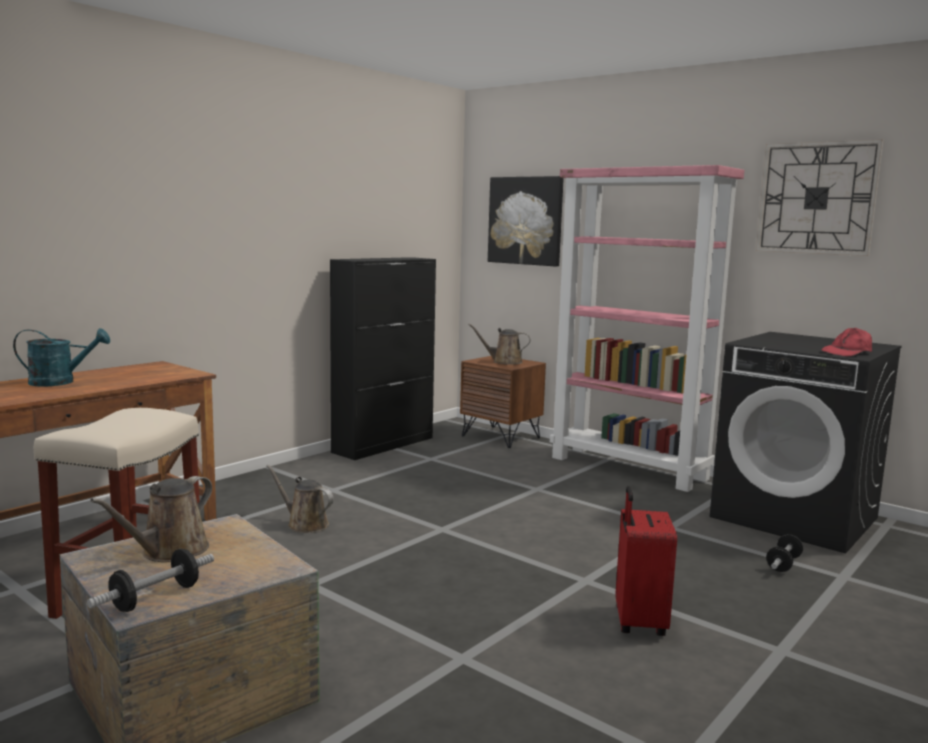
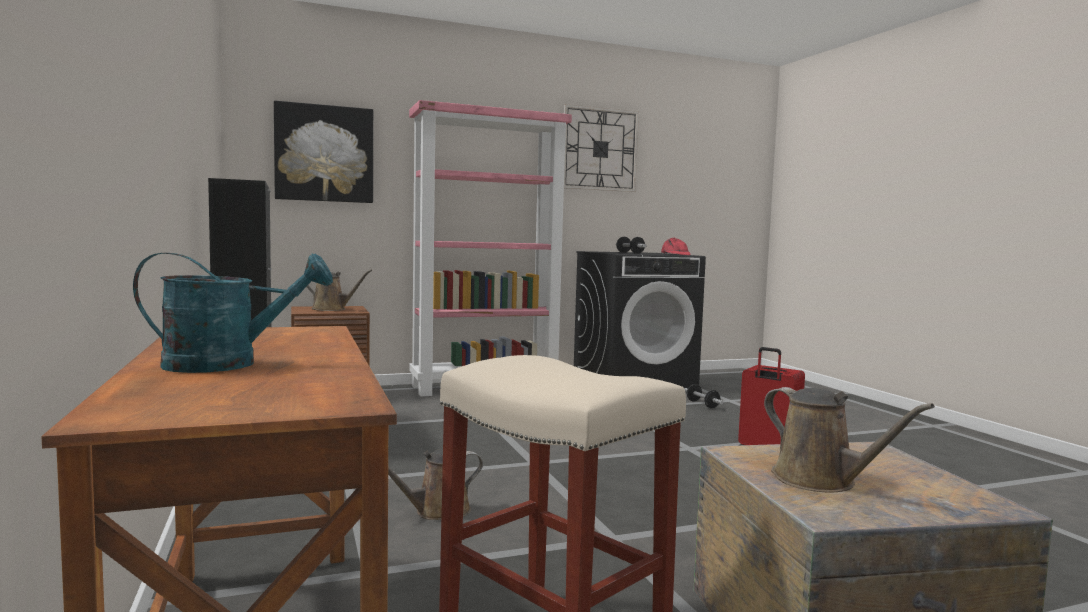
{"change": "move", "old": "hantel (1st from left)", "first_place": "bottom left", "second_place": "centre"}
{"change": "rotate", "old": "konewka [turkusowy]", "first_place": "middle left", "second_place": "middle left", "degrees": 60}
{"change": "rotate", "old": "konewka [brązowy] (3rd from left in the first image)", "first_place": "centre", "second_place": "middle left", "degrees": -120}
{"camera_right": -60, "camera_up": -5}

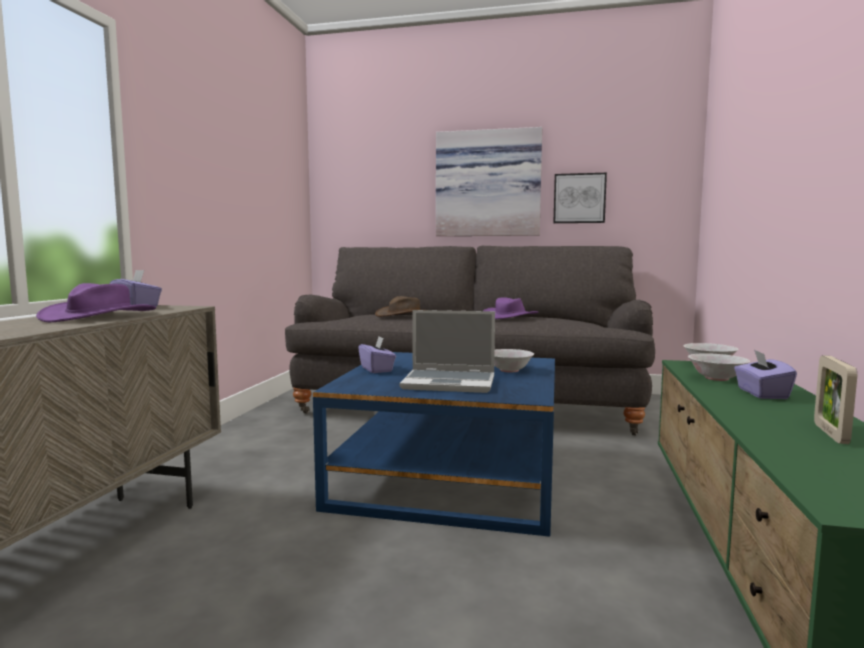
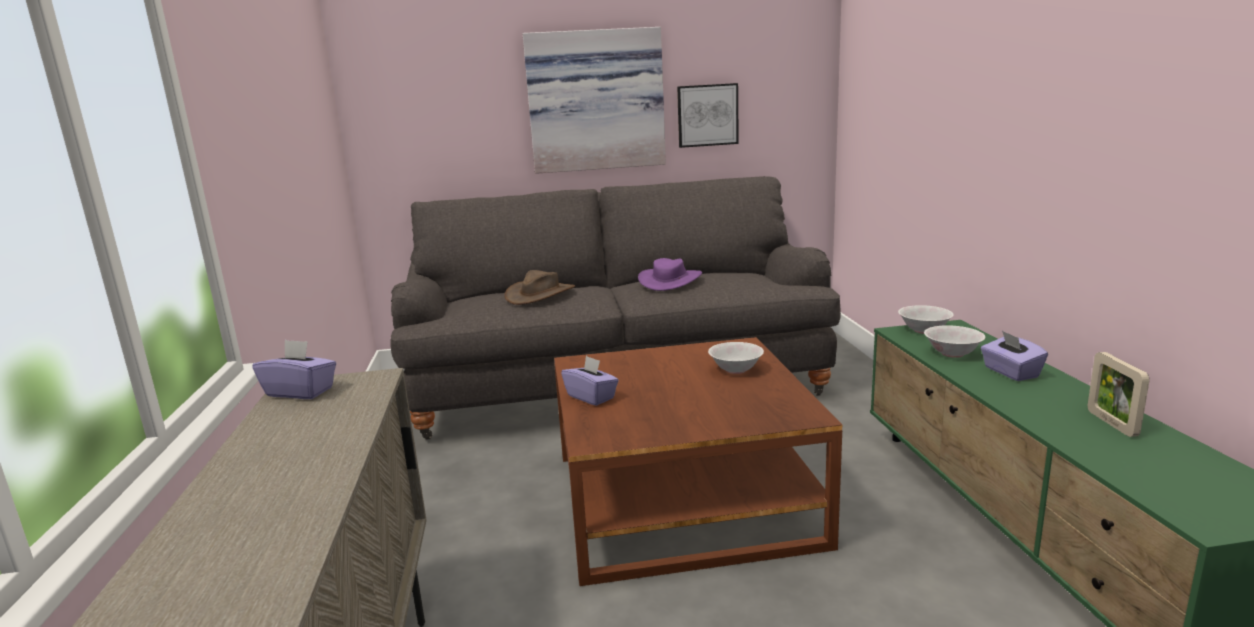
{"change": "delete", "old": "kapelusz [fioletowy] (1st from left)", "first_place": "middle left"}
{"change": "delete", "old": "laptop", "first_place": "centre"}
{"change": "recolor", "old": "ława [niebieski]", "new": "ława [brązowy]", "first_place": "bottom centre", "second_place": "bottom centre"}
{"camera_right": -20, "camera_up": 10}

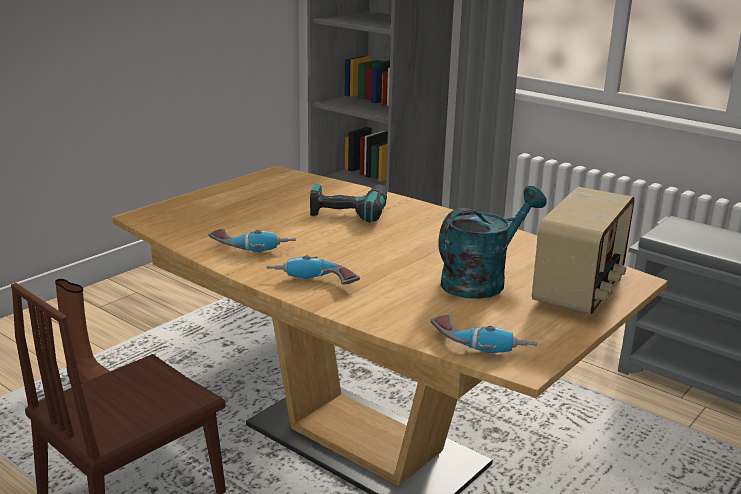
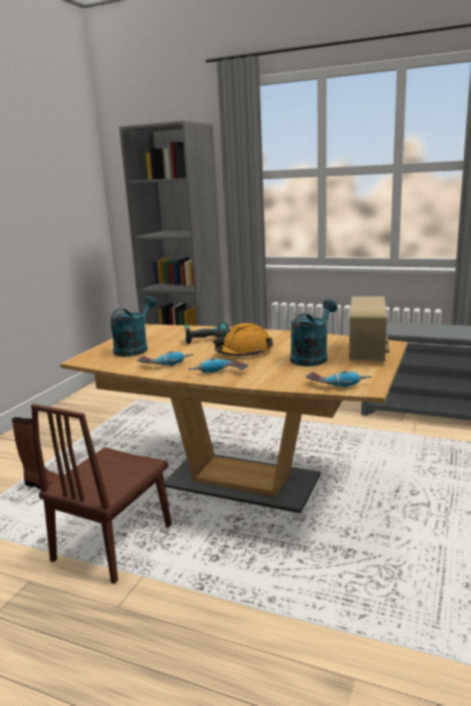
{"change": "insert", "new": "konewka [turkusowy] (1st from left)", "second_place": "middle left"}
{"change": "insert", "new": "kask [pomarańczowy]", "second_place": "centre"}
{"camera_right": -15, "camera_up": -5}

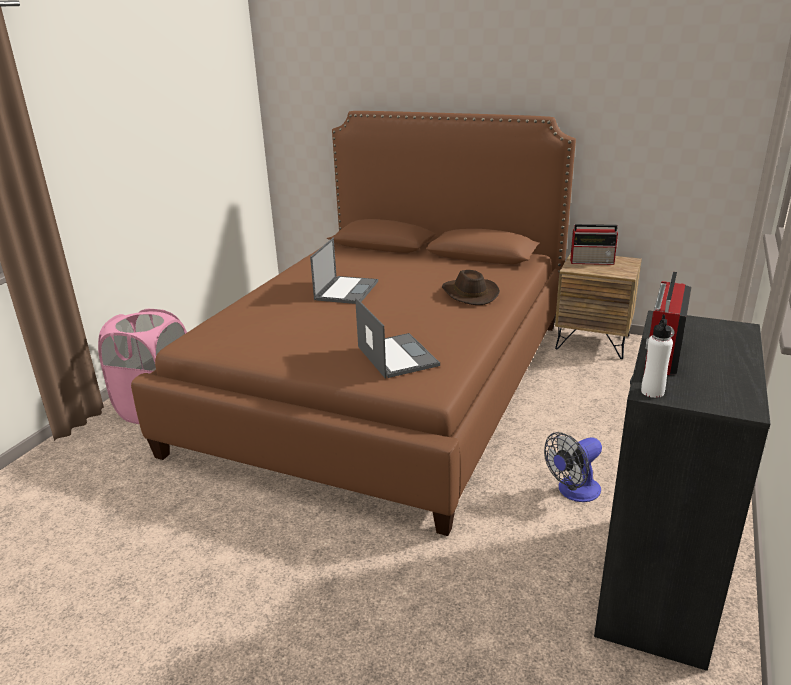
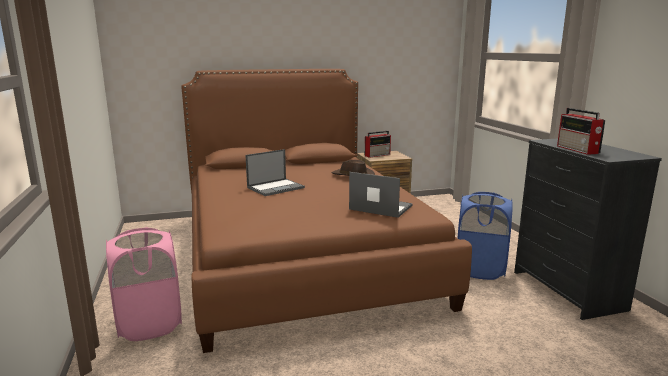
{"change": "delete", "old": "butelka [biały]", "first_place": "middle right"}
{"change": "replace", "old": "wentylator", "new": "kosz na pranie [niebieski]", "first_place": "bottom right", "second_place": "middle right"}
{"change": "rotate", "old": "laptop (1st from left)", "first_place": "centre", "second_place": "centre", "degrees": 75}
{"camera_right": -40, "camera_up": -10}

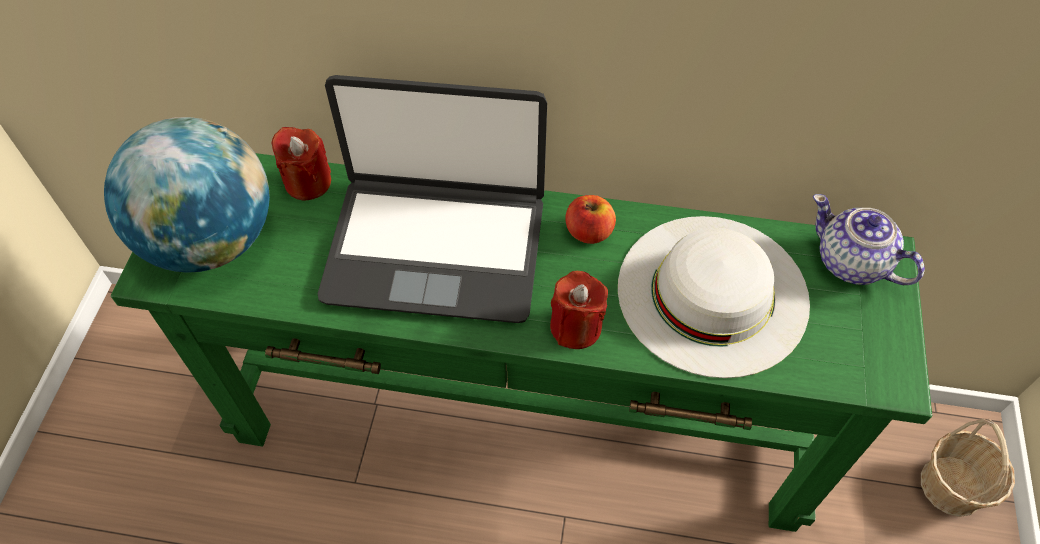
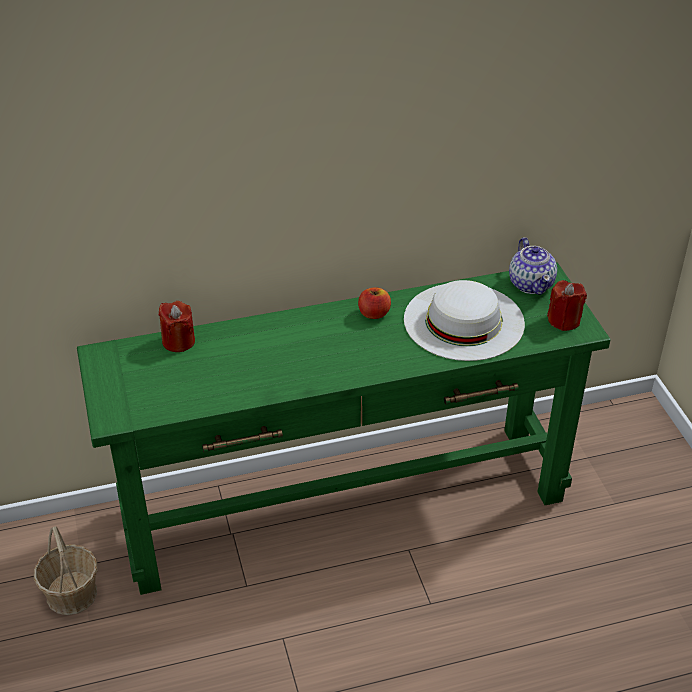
{"change": "delete", "old": "globus", "first_place": "middle left"}
{"change": "delete", "old": "laptop", "first_place": "centre"}
{"change": "move", "old": "świeca [czerwony] (2nd from left)", "first_place": "centre", "second_place": "middle right"}
{"change": "move", "old": "koszyk", "first_place": "bottom right", "second_place": "bottom left"}
{"change": "rotate", "old": "imbryk", "first_place": "middle right", "second_place": "middle right", "degrees": -120}
{"camera_right": -25, "camera_up": -15}

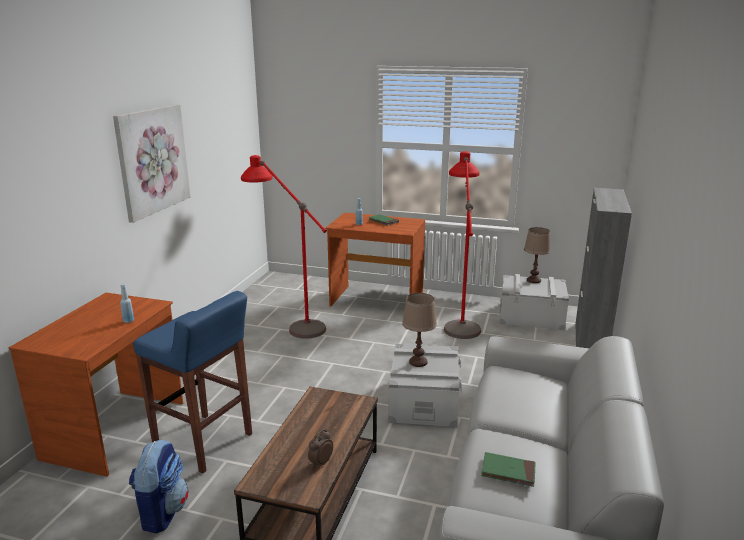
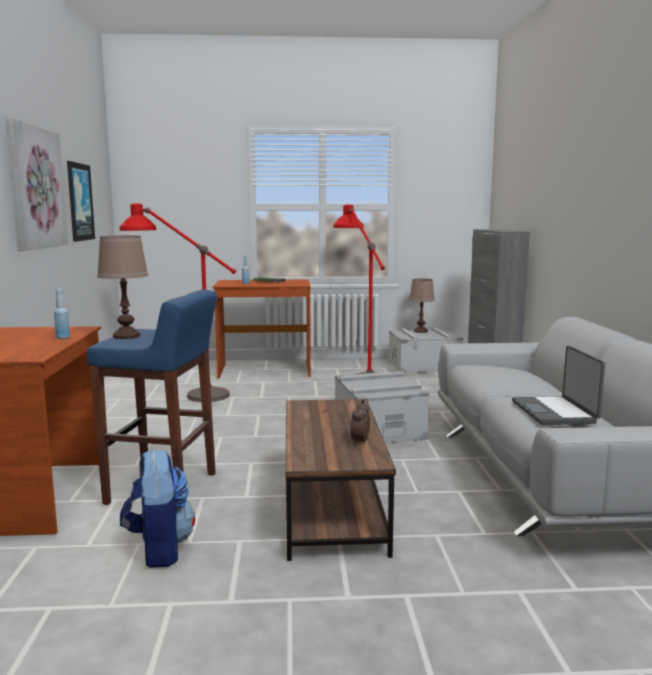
{"change": "insert", "new": "obraz (2nd from left)", "second_place": "top left"}
{"change": "move", "old": "lampa stołowa [brązowy] (1st from left)", "first_place": "centre", "second_place": "middle left"}
{"change": "replace", "old": "książka [zielony] (2nd from left)", "new": "laptop", "first_place": "bottom right", "second_place": "middle right"}
{"camera_right": -20, "camera_up": -10}

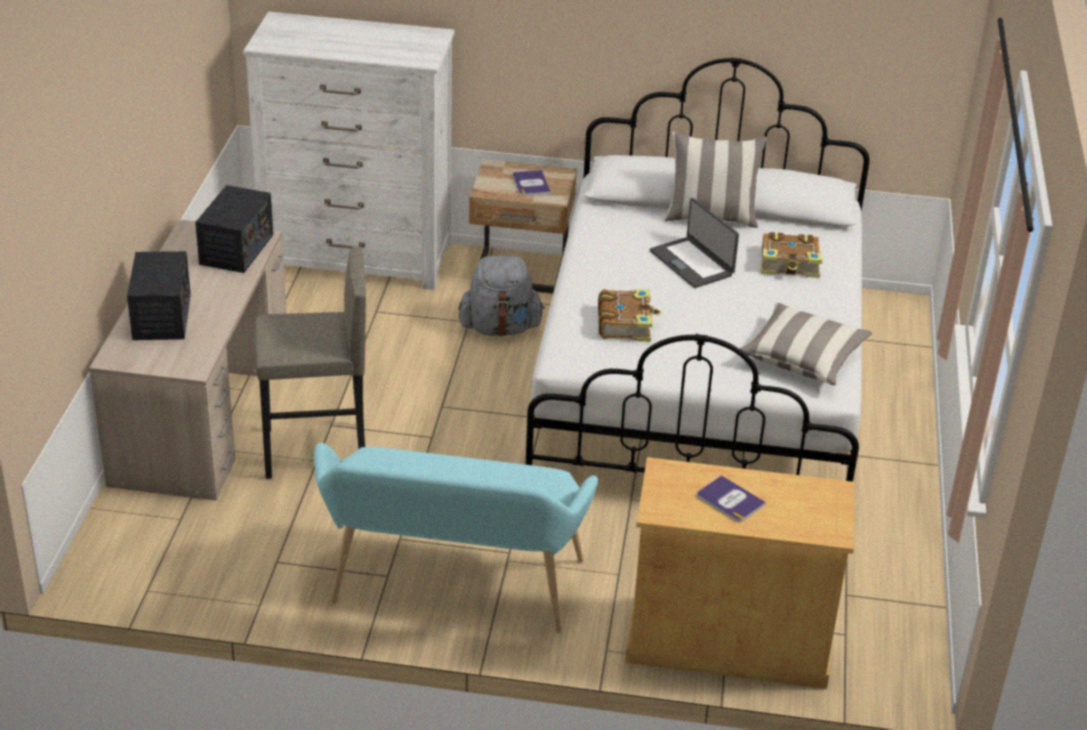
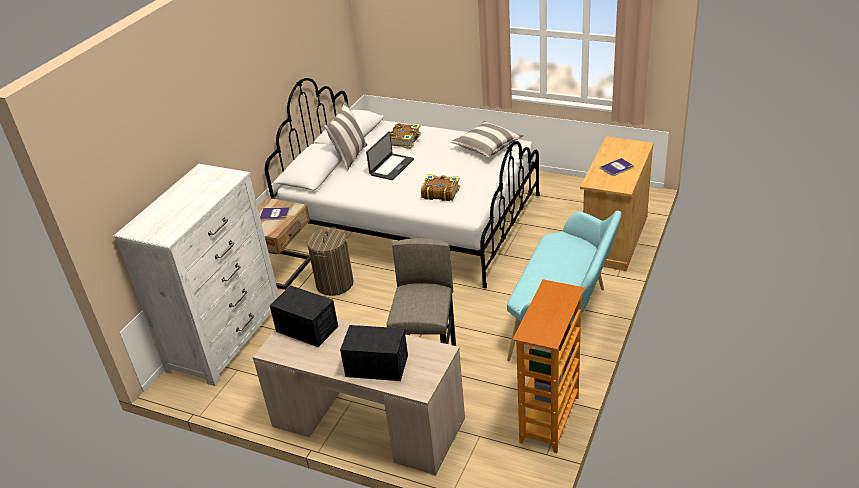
{"change": "insert", "new": "regał", "second_place": "bottom centre"}
{"change": "replace", "old": "plecak [szary]", "new": "kosz na pranie", "first_place": "centre", "second_place": "centre"}
{"change": "rotate", "old": "laptop", "first_place": "top centre", "second_place": "top centre", "degrees": -45}
{"camera_right": -70, "camera_up": 0}

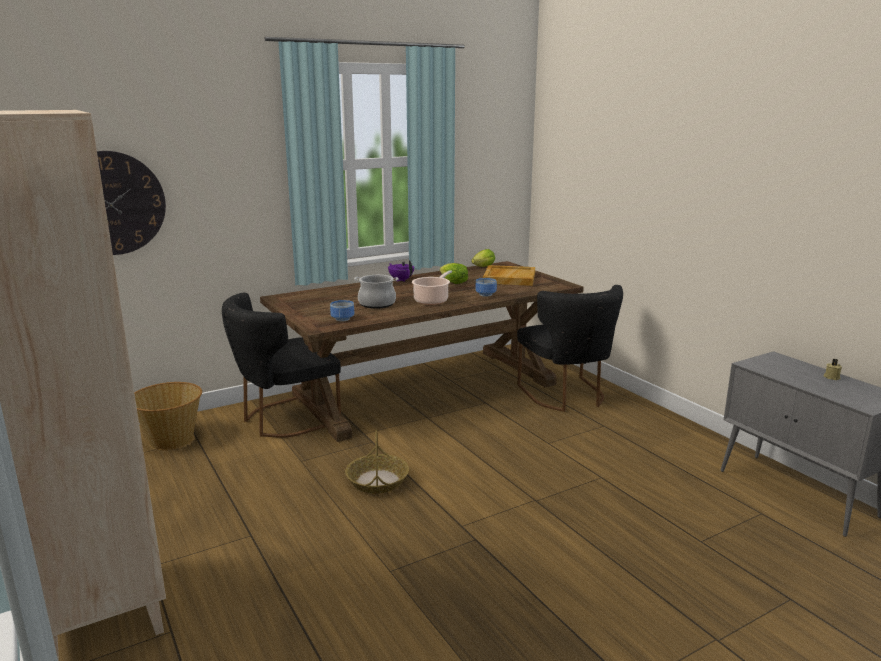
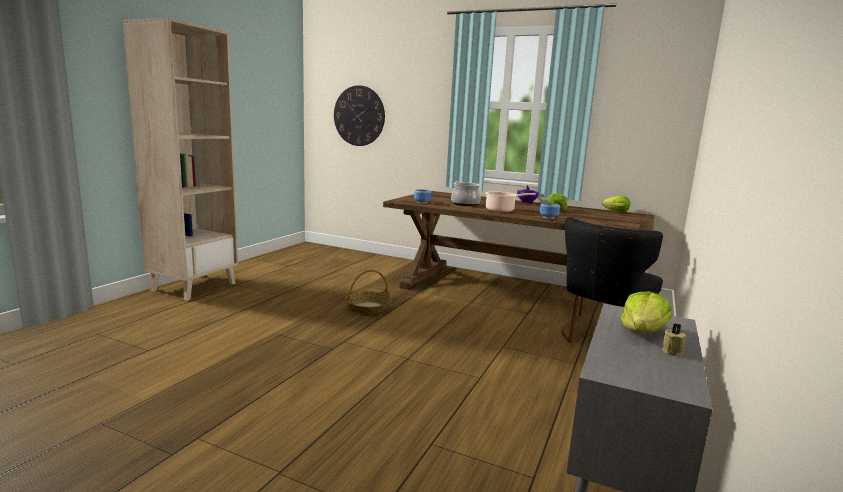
{"change": "delete", "old": "koszyk (1st from left)", "first_place": "middle left"}
{"change": "delete", "old": "krzesło [czarny] (1st from left)", "first_place": "middle left"}
{"change": "delete", "old": "taca [beżowy]", "first_place": "centre"}
{"change": "insert", "new": "sałata (3rd from left)", "second_place": "middle right"}
{"camera_right": 55, "camera_up": -5}

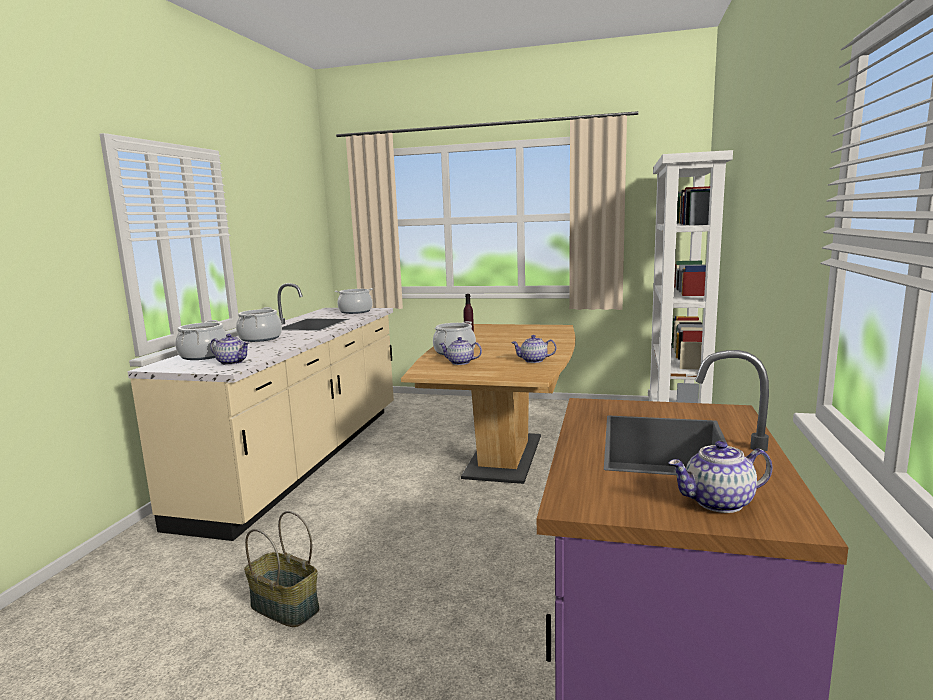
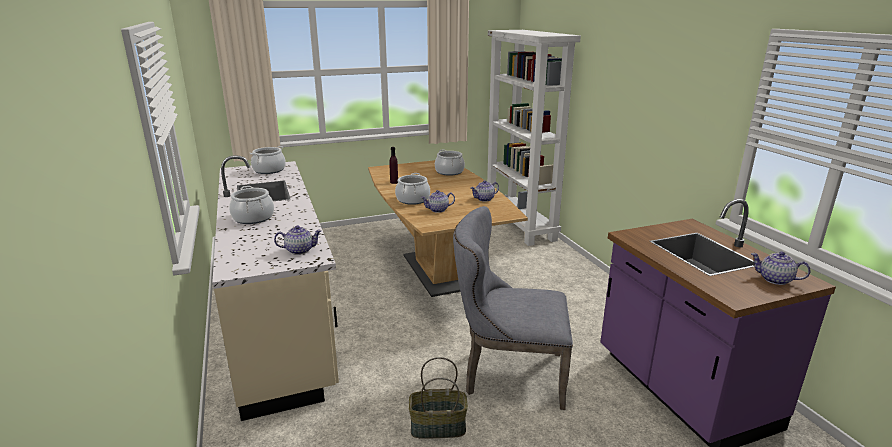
{"change": "insert", "new": "krzesło [szary]", "second_place": "bottom centre"}
{"change": "move", "old": "garnek (1st from left in the first image)", "new": "garnek (4th from left)", "first_place": "middle left", "second_place": "centre"}
{"change": "rotate", "old": "imbryk (4th from left)", "first_place": "bottom right", "second_place": "middle right", "degrees": 75}
{"camera_right": -35, "camera_up": 10}

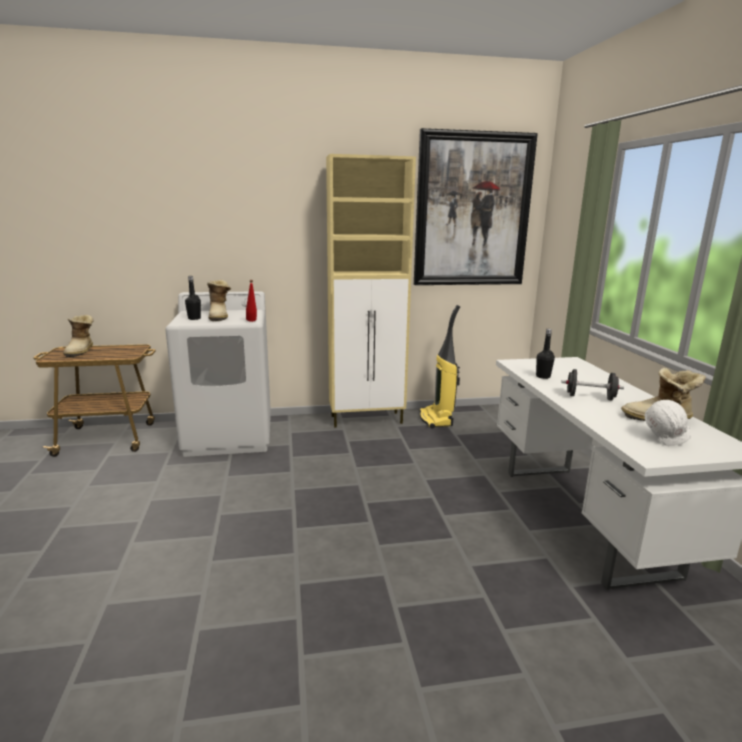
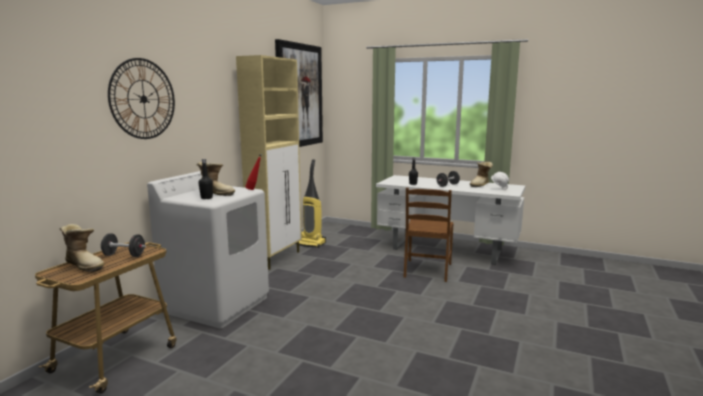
{"change": "insert", "new": "hantel [czarny] (1st from left)", "second_place": "middle left"}
{"change": "insert", "new": "zegar ścienny", "second_place": "top left"}
{"change": "insert", "new": "krzesło [brązowy]", "second_place": "centre"}
{"camera_right": -55, "camera_up": -5}

